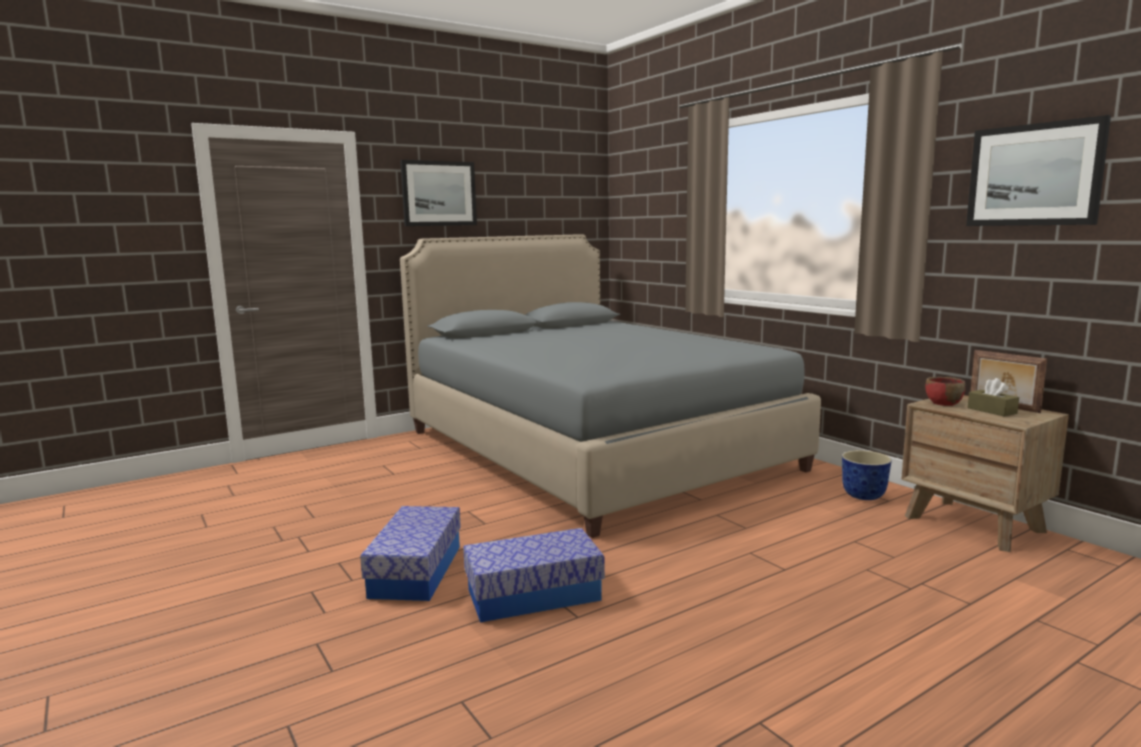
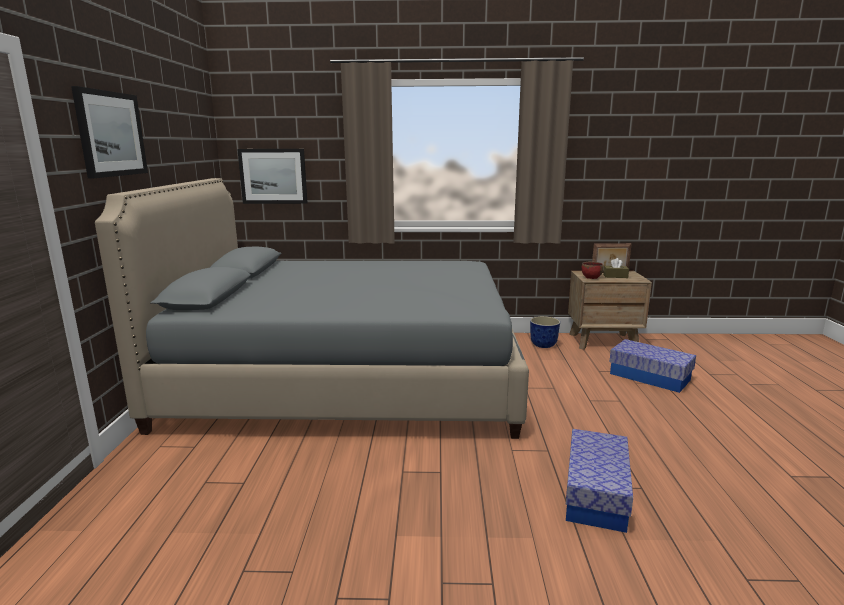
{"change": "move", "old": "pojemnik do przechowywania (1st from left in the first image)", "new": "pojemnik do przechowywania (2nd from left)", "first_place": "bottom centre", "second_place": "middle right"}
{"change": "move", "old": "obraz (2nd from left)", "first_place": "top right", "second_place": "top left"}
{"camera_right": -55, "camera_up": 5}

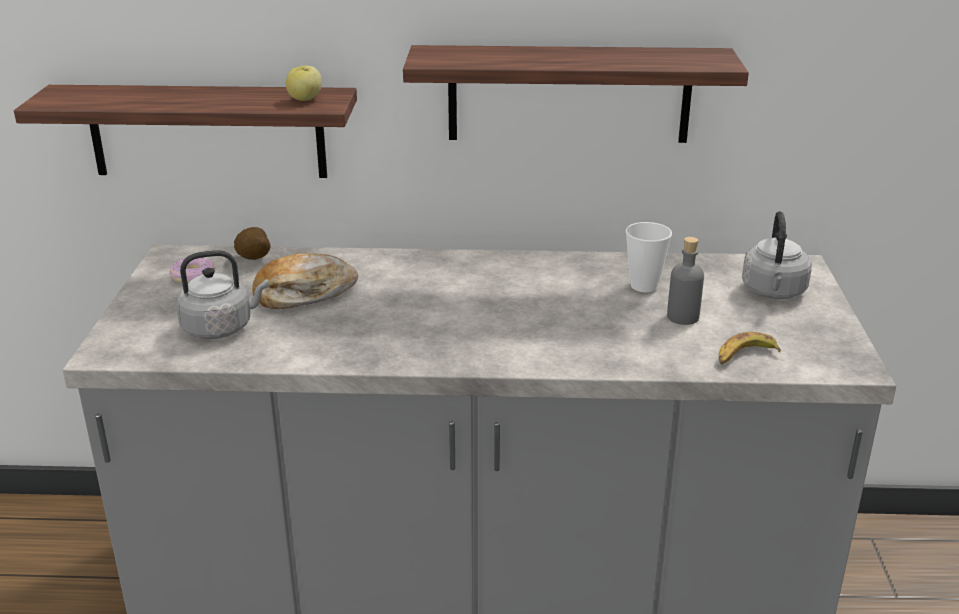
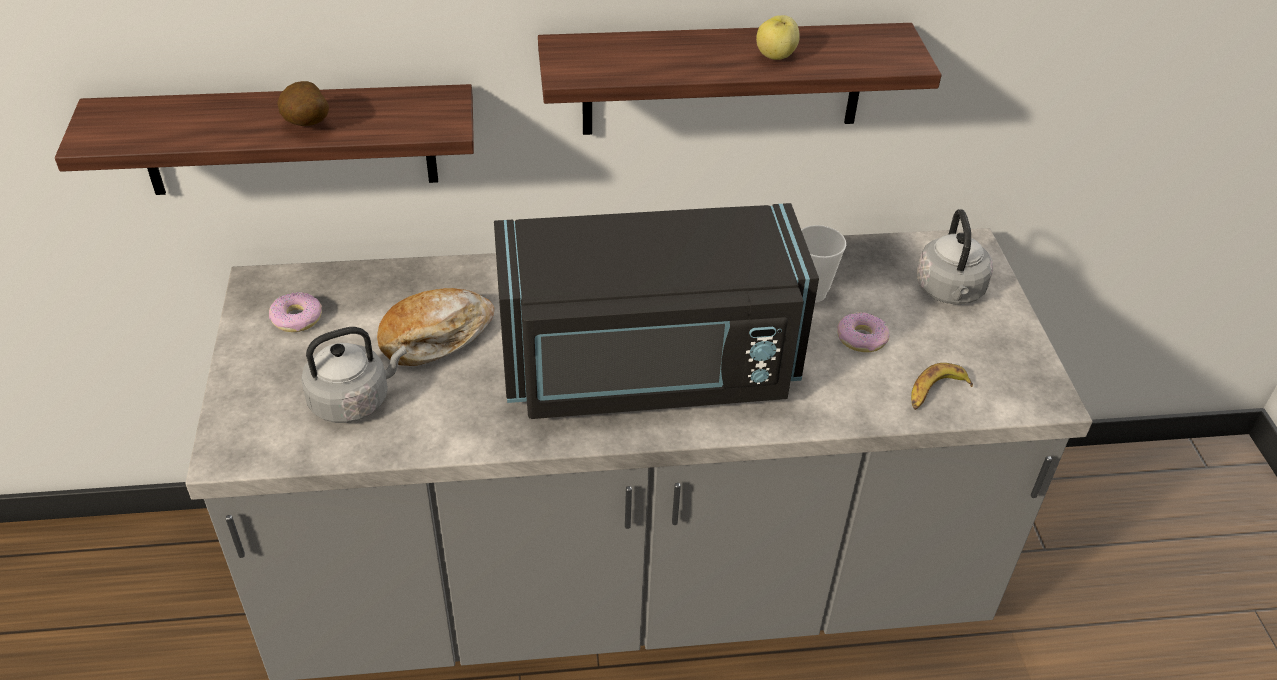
{"change": "insert", "new": "mikrofalówka [czarny]", "second_place": "centre"}
{"change": "move", "old": "ziemniak", "first_place": "middle left", "second_place": "top left"}
{"change": "move", "old": "jabłko", "first_place": "top left", "second_place": "top centre"}
{"change": "replace", "old": "butelka [szary]", "new": "donut (2nd from left)", "first_place": "middle right", "second_place": "middle right"}
{"camera_right": -10, "camera_up": 15}

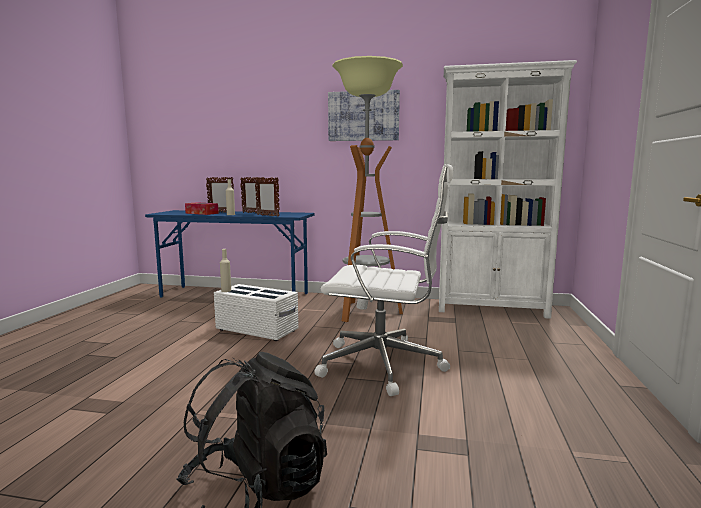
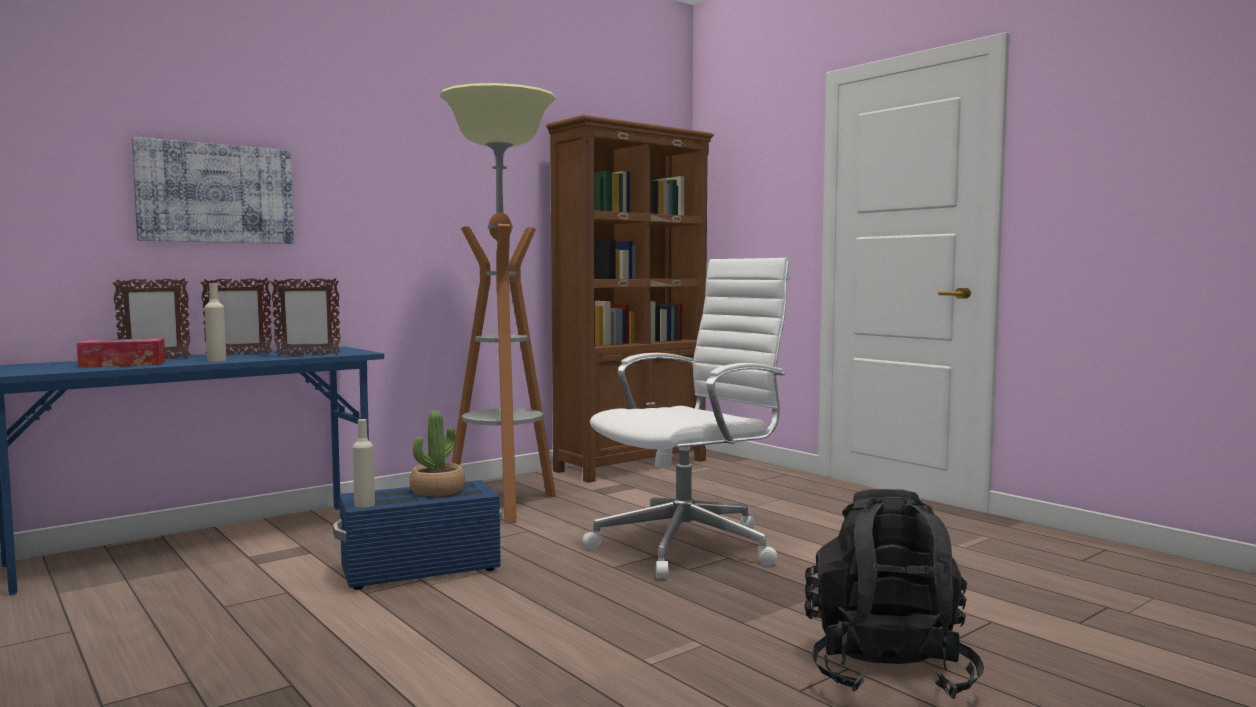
{"change": "insert", "new": "roślina doniczkowa", "second_place": "centre"}
{"change": "move", "old": "obraz", "first_place": "top centre", "second_place": "top left"}
{"change": "recolor", "old": "pojemnik do przechowywania [biały]", "new": "pojemnik do przechowywania [niebieski]", "first_place": "centre", "second_place": "bottom left"}
{"change": "recolor", "old": "regał [biały]", "new": "regał [brązowy]", "first_place": "middle right", "second_place": "centre"}
{"camera_right": -50, "camera_up": -5}

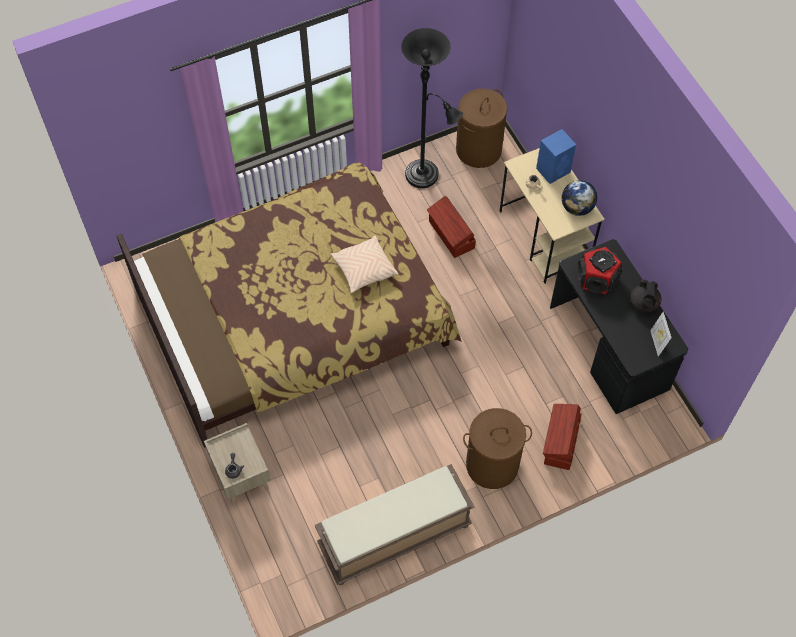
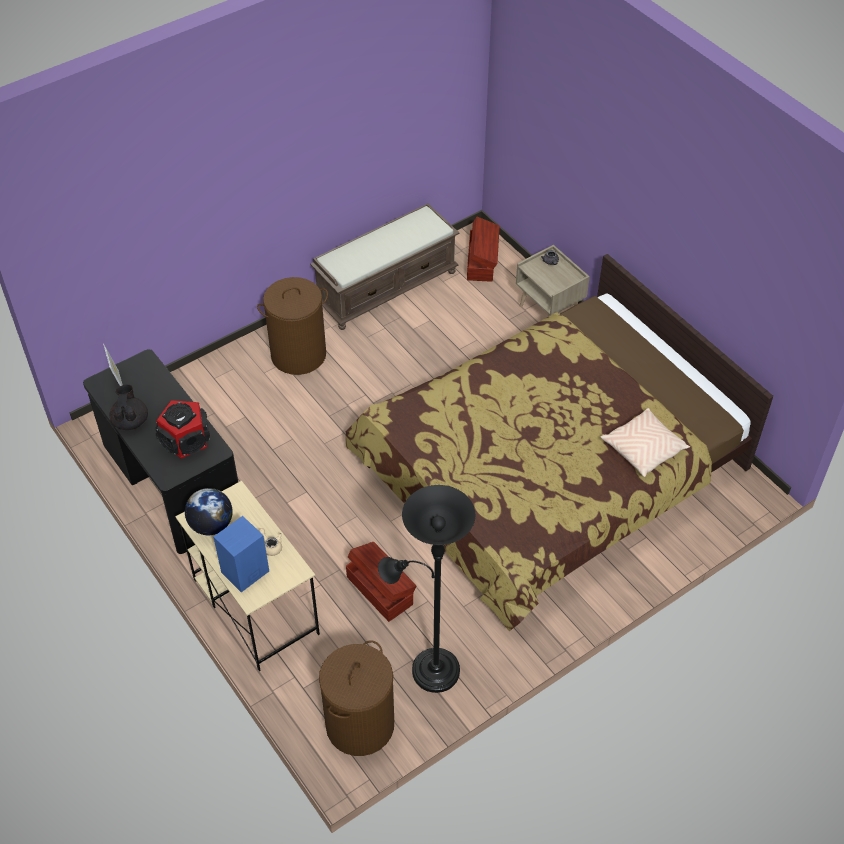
{"change": "move", "old": "poduszka [beżowy]", "first_place": "centre", "second_place": "middle right"}
{"change": "move", "old": "pojemnik do przechowywania [brązowy] (2nd from left)", "first_place": "bottom right", "second_place": "top centre"}
{"camera_right": 170, "camera_up": -10}

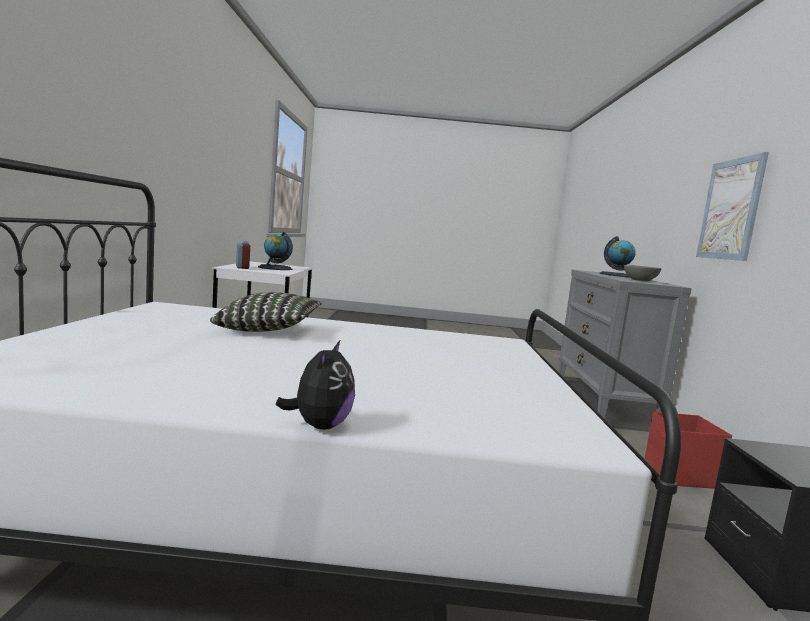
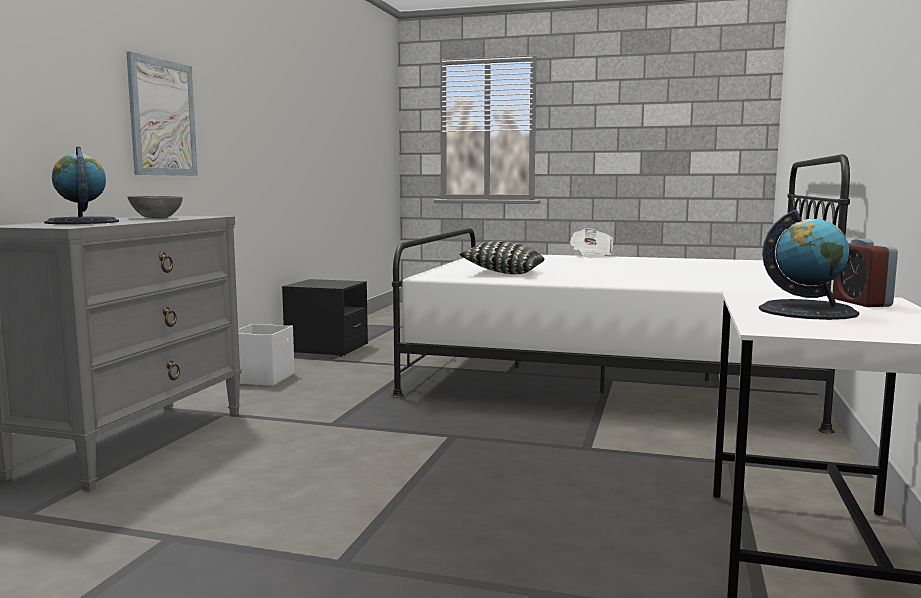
{"change": "move", "old": "poduszka", "first_place": "middle left", "second_place": "centre"}
{"change": "replace", "old": "pluszak", "new": "gazeta", "first_place": "centre", "second_place": "centre"}
{"change": "recolor", "old": "pojemnik do przechowywania [czerwony]", "new": "pojemnik do przechowywania [biały]", "first_place": "bottom right", "second_place": "middle left"}
{"camera_right": -165, "camera_up": 0}

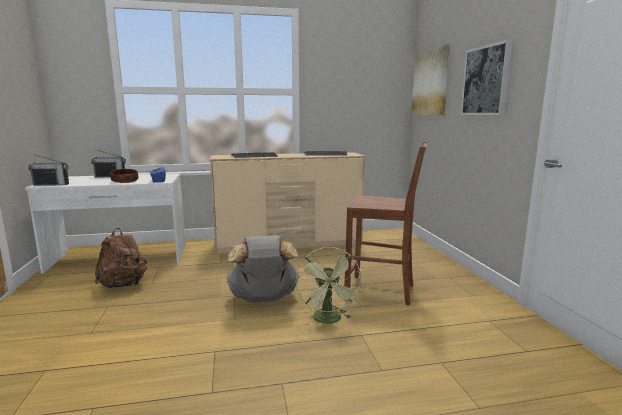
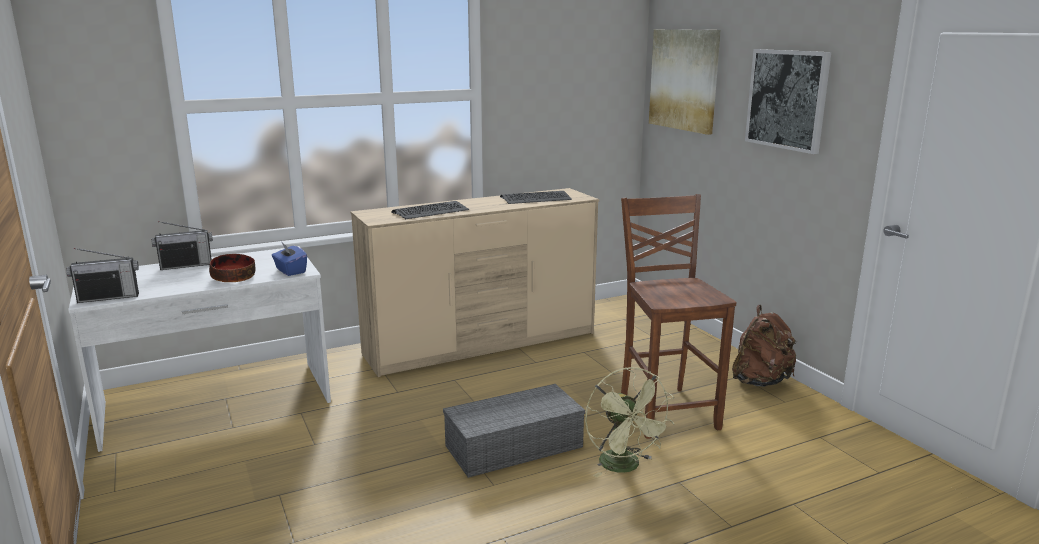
{"change": "move", "old": "plecak [brązowy]", "first_place": "middle left", "second_place": "middle right"}
{"change": "replace", "old": "plecak [szary]", "new": "pojemnik do przechowywania [szary]", "first_place": "centre", "second_place": "bottom centre"}
{"change": "rotate", "old": "krzesło [brązowy]", "first_place": "centre", "second_place": "centre", "degrees": -105}
{"camera_right": -15, "camera_up": 5}

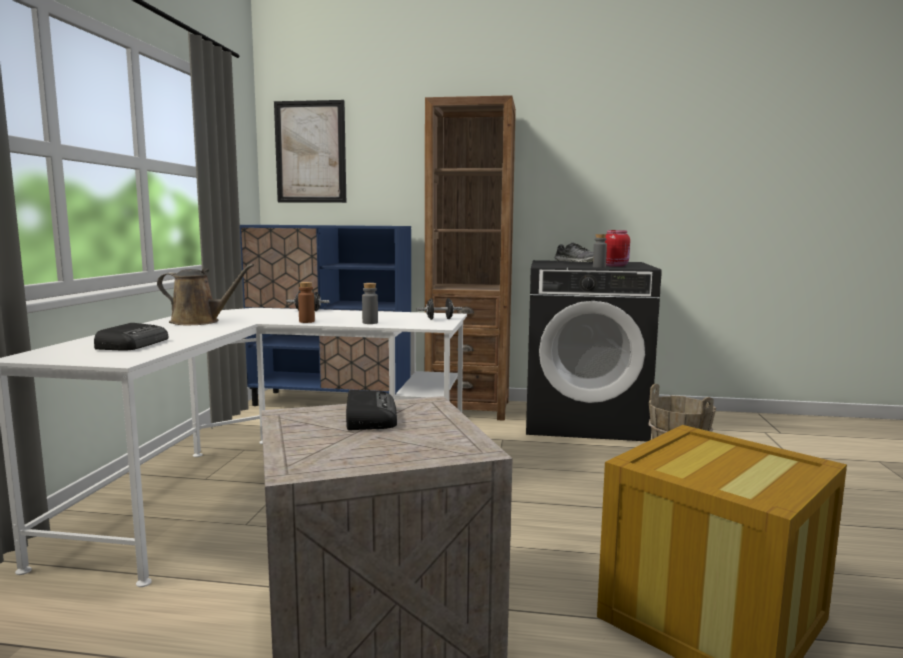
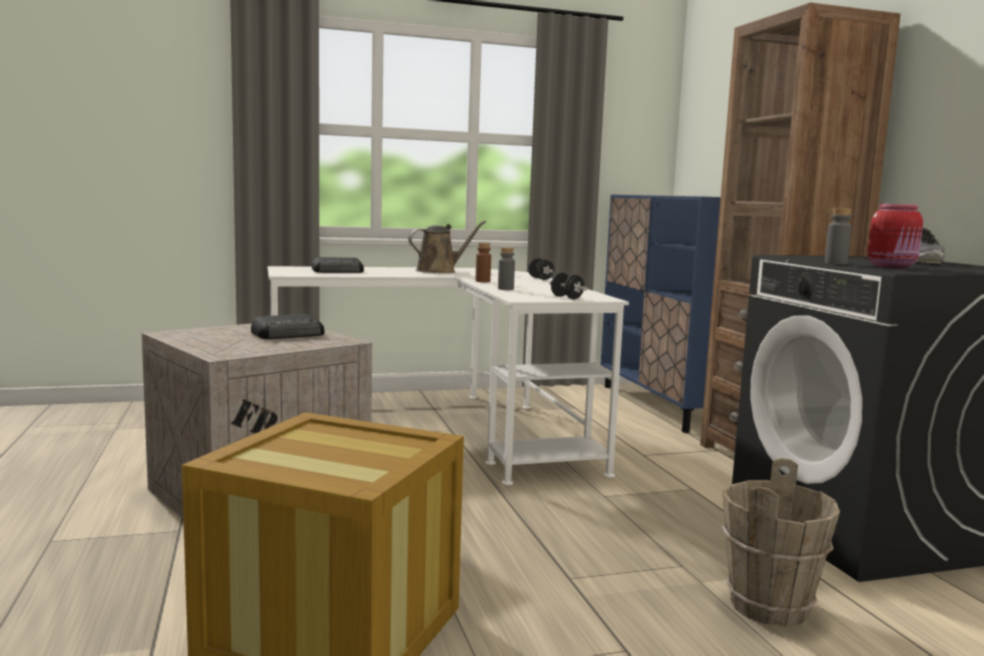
{"change": "delete", "old": "obraz", "first_place": "top centre"}
{"change": "rotate", "old": "konewka [brązowy]", "first_place": "middle left", "second_place": "centre", "degrees": -105}
{"camera_right": 65, "camera_up": 0}

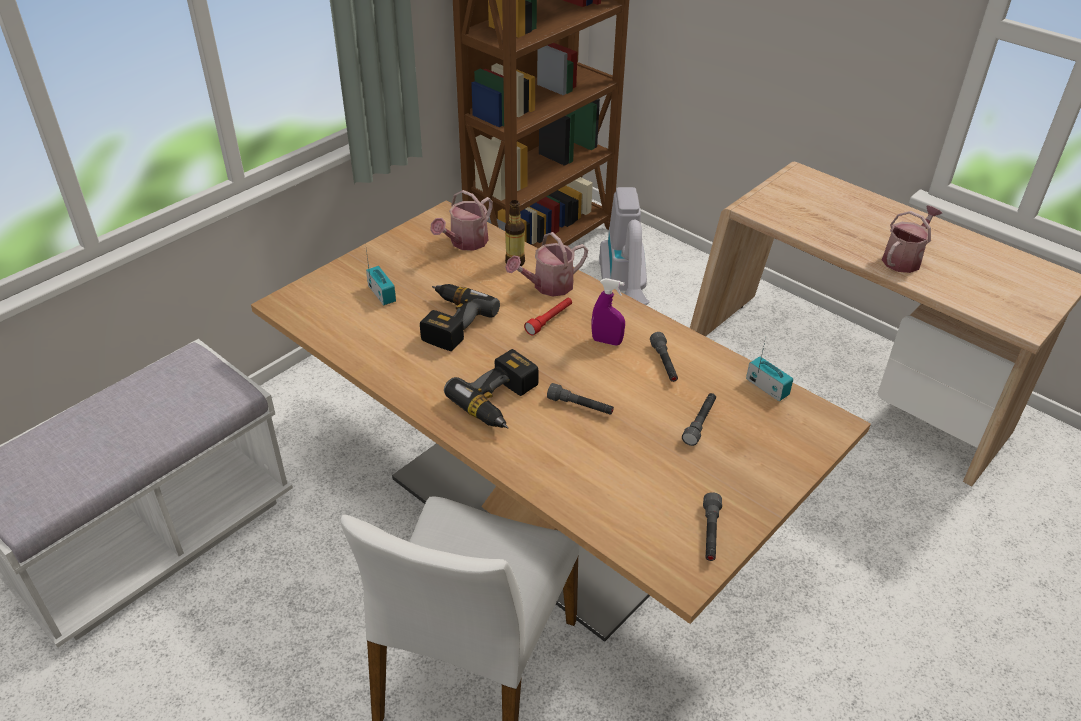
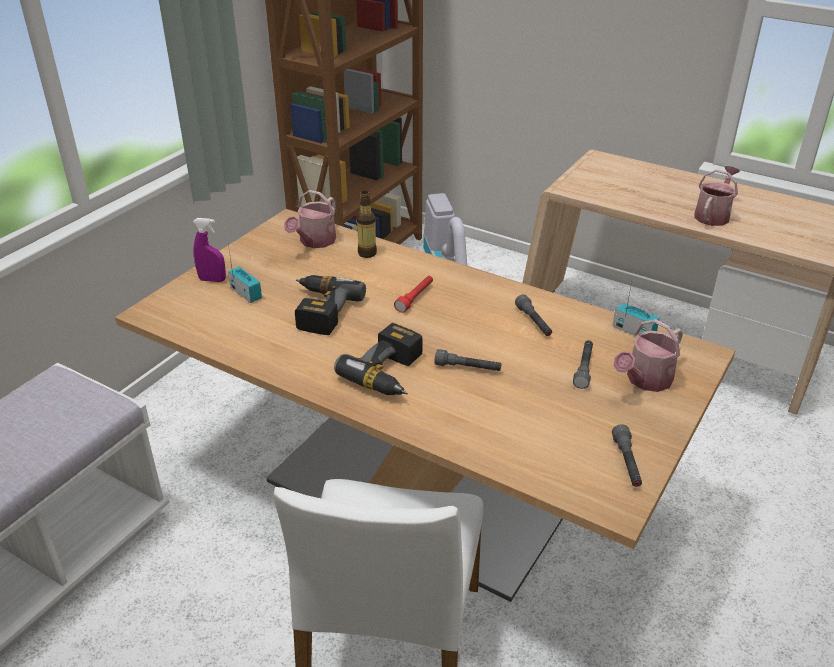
{"change": "move", "old": "konewka (2nd from left)", "first_place": "centre", "second_place": "middle right"}
{"change": "move", "old": "spryskiwacz [fioletowy]", "first_place": "centre", "second_place": "middle left"}
{"camera_right": -10, "camera_up": -5}

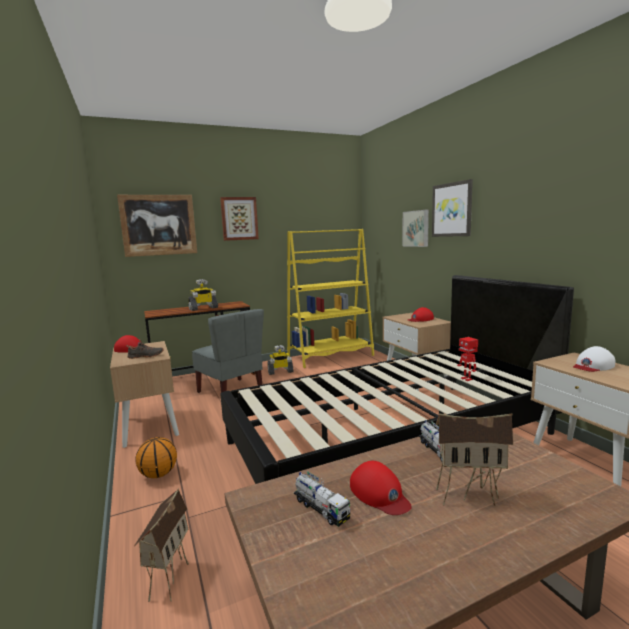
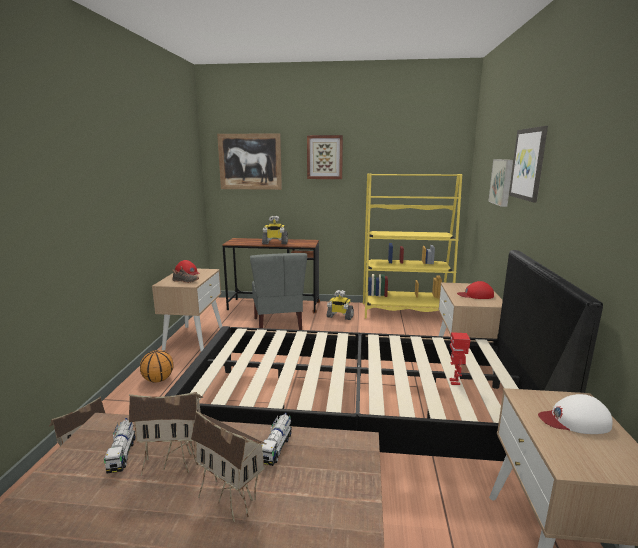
{"change": "replace", "old": "czapka z daszkiem [czerwony] (2nd from left)", "new": "domek (2nd from left)", "first_place": "bottom centre", "second_place": "bottom left"}
{"camera_right": 30, "camera_up": 5}

